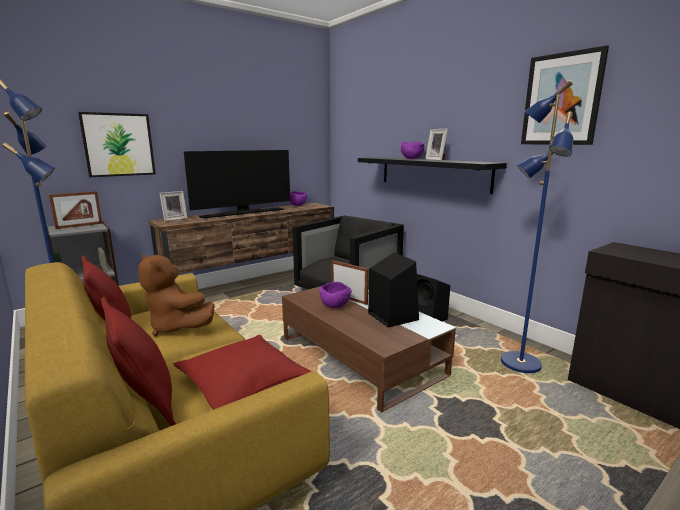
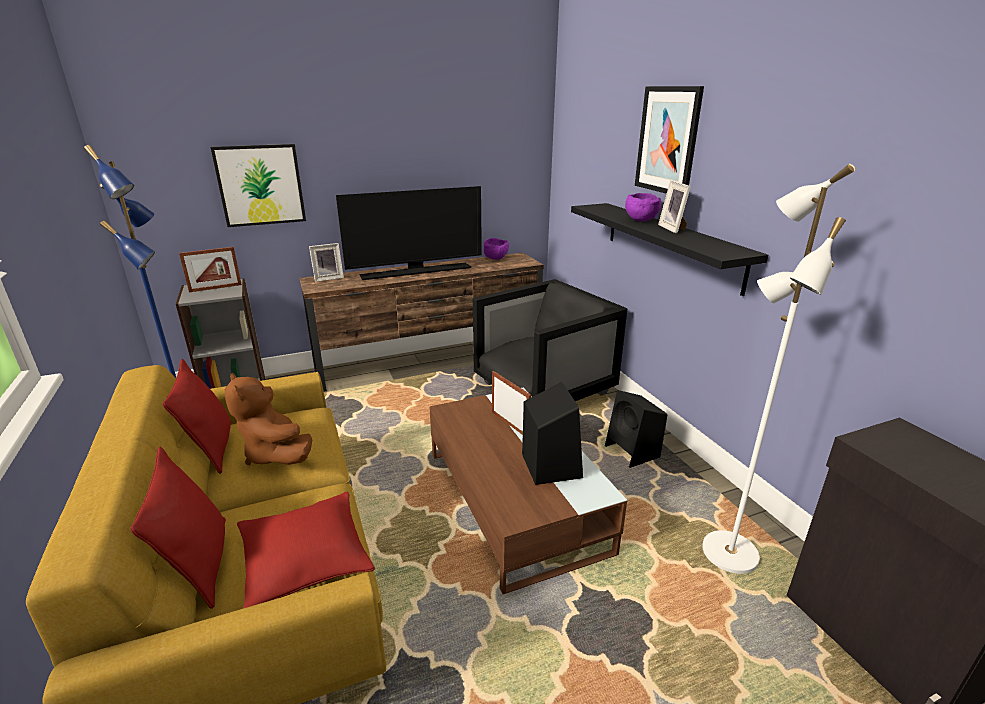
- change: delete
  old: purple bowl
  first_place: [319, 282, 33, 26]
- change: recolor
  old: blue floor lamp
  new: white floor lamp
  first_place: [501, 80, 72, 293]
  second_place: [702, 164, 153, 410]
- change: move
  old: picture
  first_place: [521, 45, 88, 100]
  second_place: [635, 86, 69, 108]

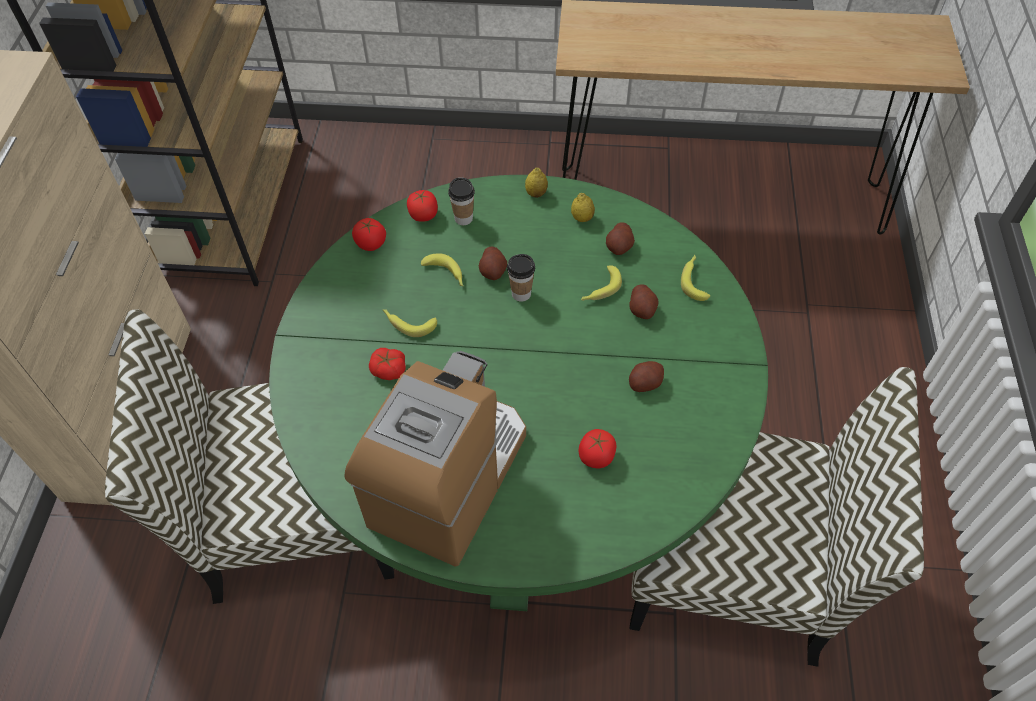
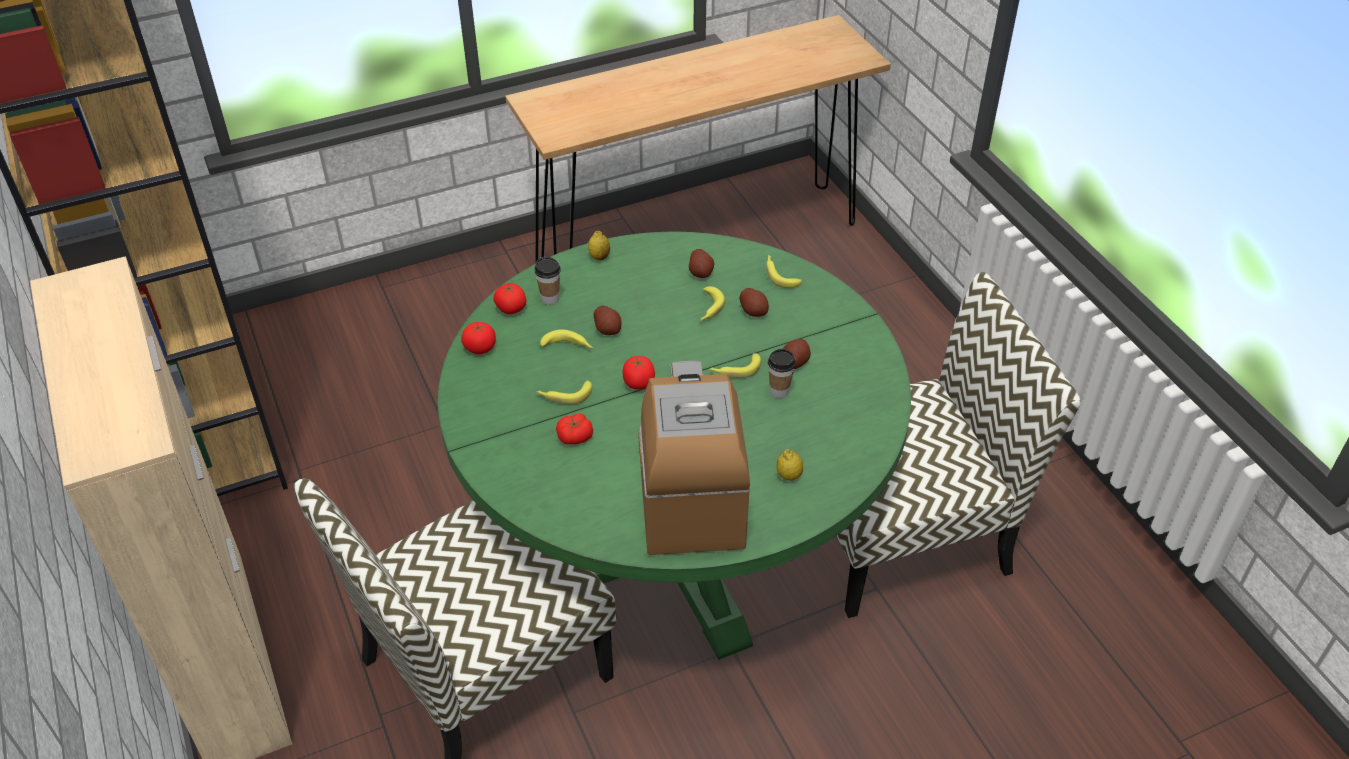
- change: move
  old: cup
  first_place: [507, 254, 28, 48]
  second_place: [768, 349, 28, 49]
- change: move
  old: lemon
  first_place: [571, 193, 24, 29]
  second_place: [777, 449, 26, 32]
- change: move
  old: tomato
  first_place: [578, 429, 38, 39]
  second_place: [623, 356, 32, 34]
- change: insert
  new: banana
  second_place: [709, 353, 52, 25]

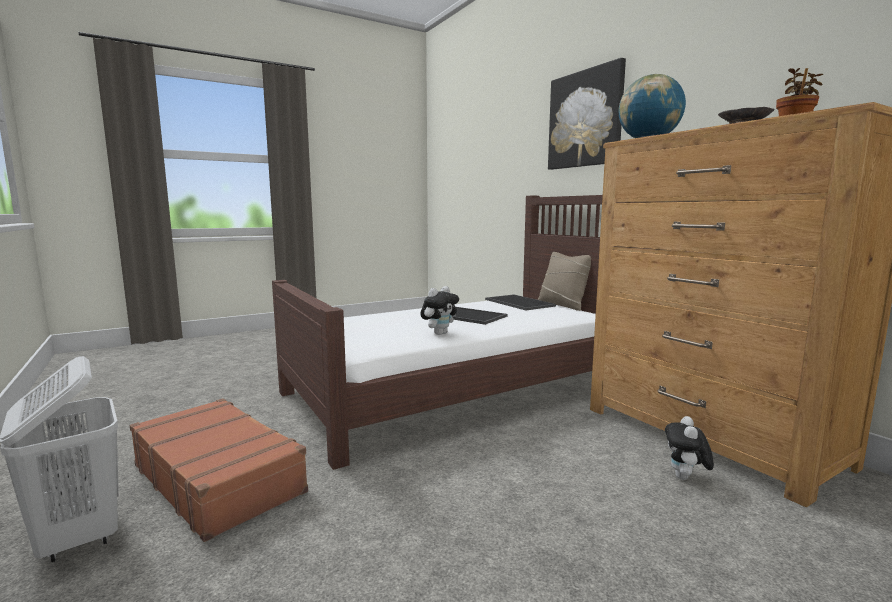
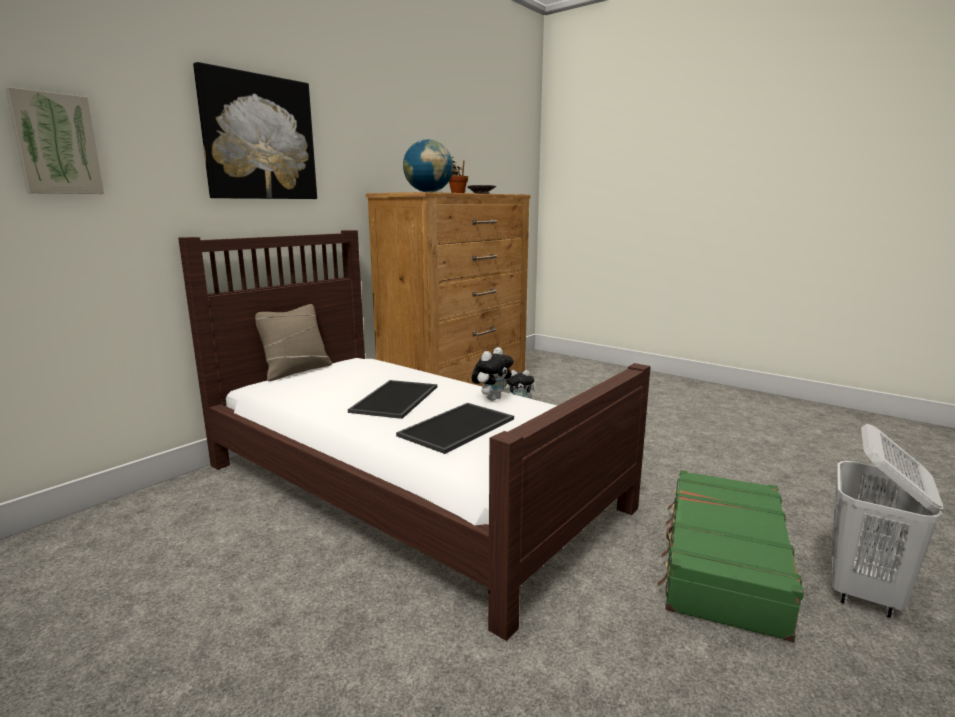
- change: recolor
  old: brown suitcase
  new: green suitcase
  first_place: [130, 398, 178, 144]
  second_place: [657, 470, 147, 172]
- change: rotate
  old: plush toy
  first_place: [420, 286, 39, 49]
  second_place: [472, 347, 42, 54]
  degrees: 105
- change: move
  old: tray
  first_place: [485, 294, 71, 16]
  second_place: [396, 403, 118, 51]
- change: insert
  new: picture
  second_place: [5, 87, 99, 107]

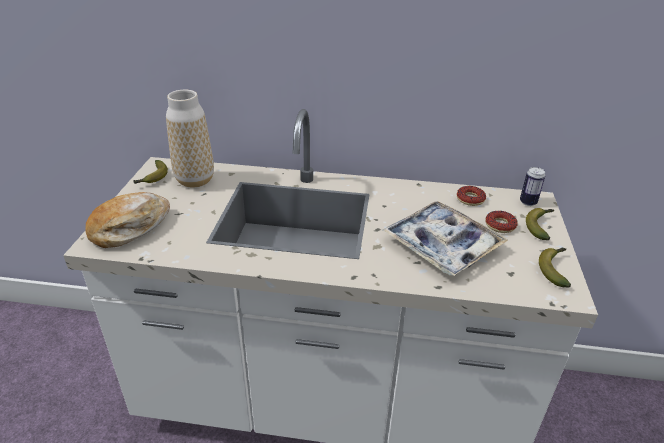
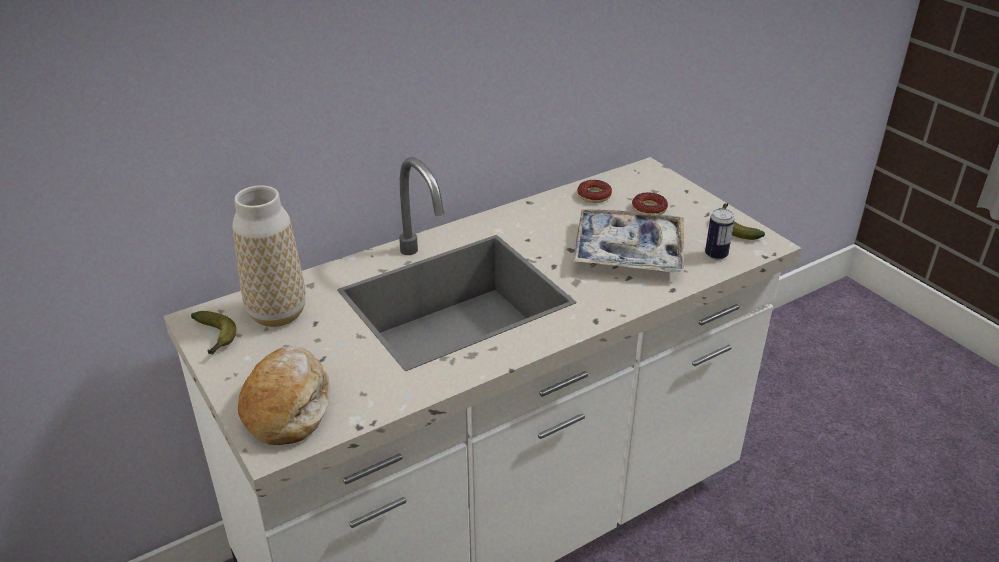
- change: move
  old: can
  first_place: [520, 167, 25, 39]
  second_place: [705, 209, 29, 51]
- change: delete
  old: banana
  first_place: [526, 208, 28, 32]

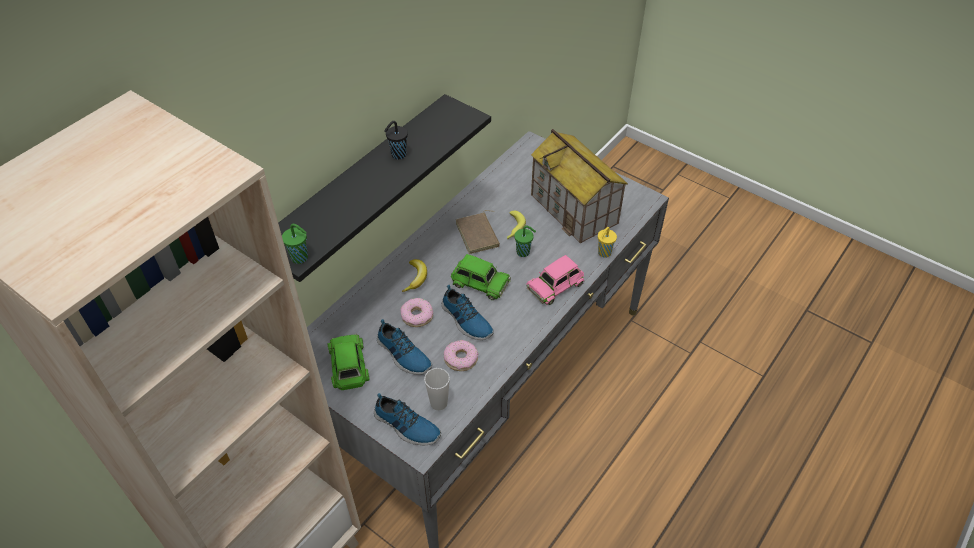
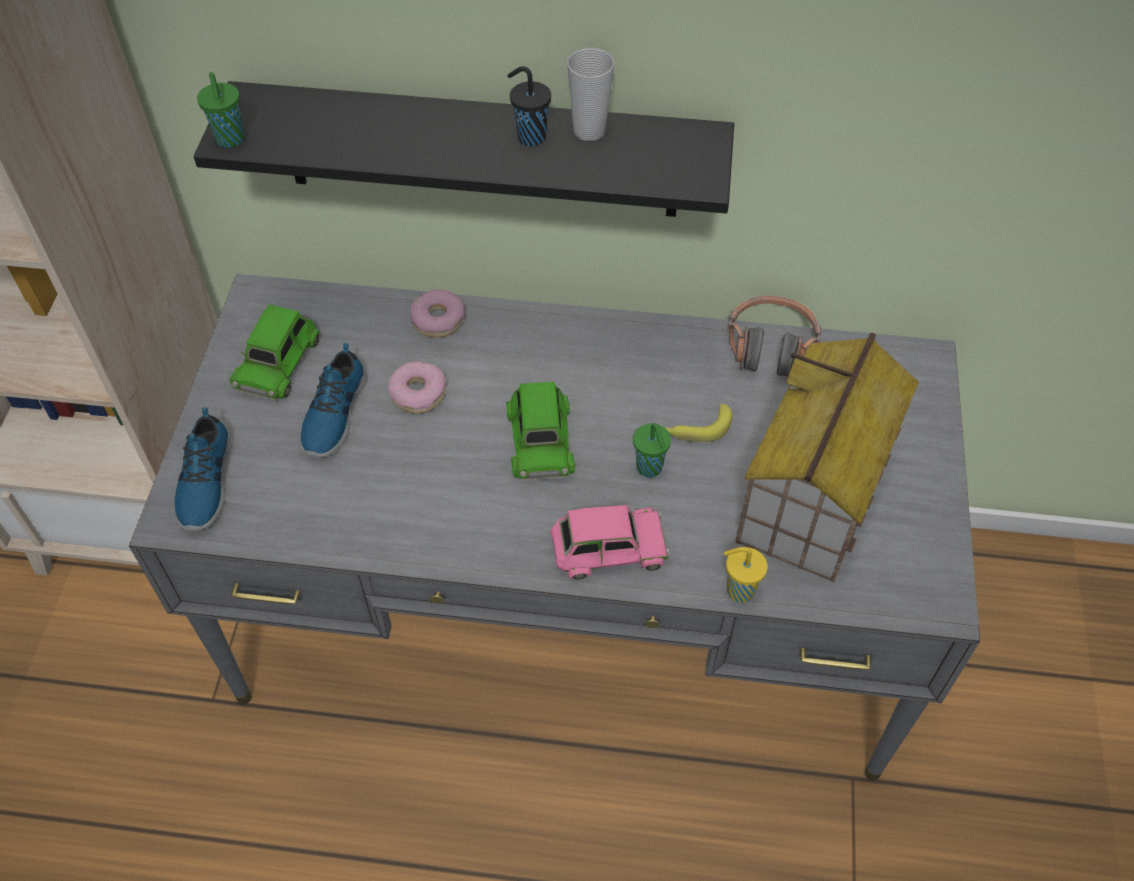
- change: rotate
  old: green toy car
  first_place: [328, 334, 42, 56]
  second_place: [230, 304, 90, 97]
  degrees: 150
- change: delete
  old: banana
  first_place: [402, 259, 25, 33]
- change: move
  old: cup
  first_place: [424, 368, 26, 42]
  second_place: [567, 48, 47, 93]
- change: delete
  old: shoe
  first_place: [441, 285, 53, 55]
- change: move
  old: donut
  first_place: [444, 340, 34, 31]
  second_place: [410, 289, 55, 49]
- change: delete
  old: brown book
  first_place: [456, 210, 44, 44]
- change: rotate
  old: pink toy car
  first_place: [526, 255, 58, 50]
  second_place: [550, 505, 120, 75]
  degrees: 150
- change: insert
  new: headphones
  second_place: [728, 295, 93, 82]

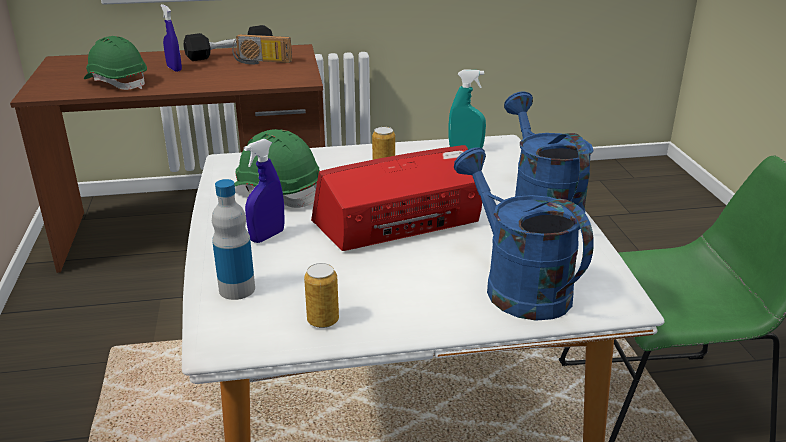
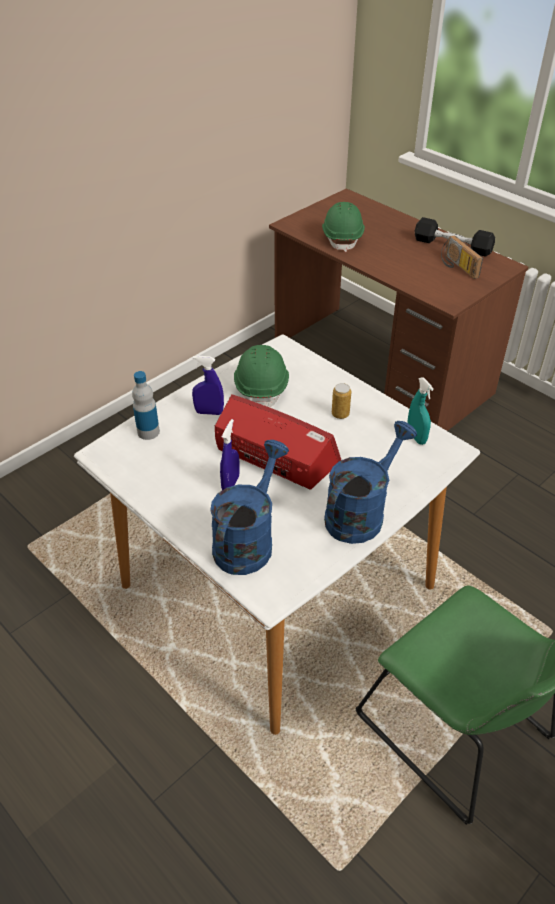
- change: move
  old: blue spray bottle
  first_place: [161, 4, 21, 68]
  second_place: [220, 419, 20, 71]
- change: delete
  old: can
  first_place: [304, 263, 35, 65]

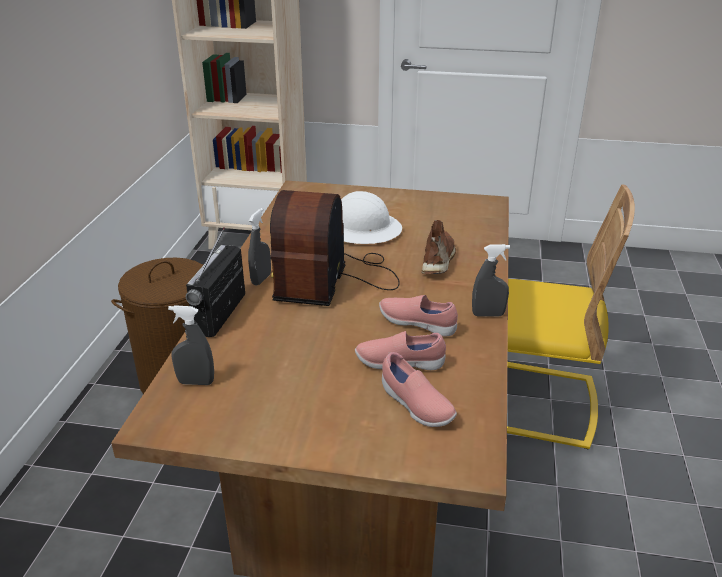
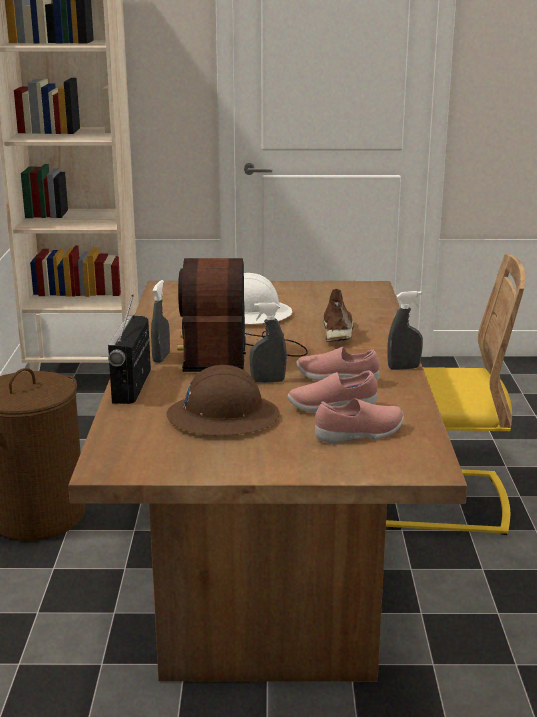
- change: move
  old: grey spray bottle
  first_place: [168, 305, 46, 80]
  second_place: [250, 303, 37, 80]
- change: rotate
  old: pink shoe
  first_place: [382, 352, 75, 75]
  second_place: [315, 398, 89, 45]
  degrees: -60
- change: insert
  new: brown hard hat
  second_place: [166, 365, 114, 71]

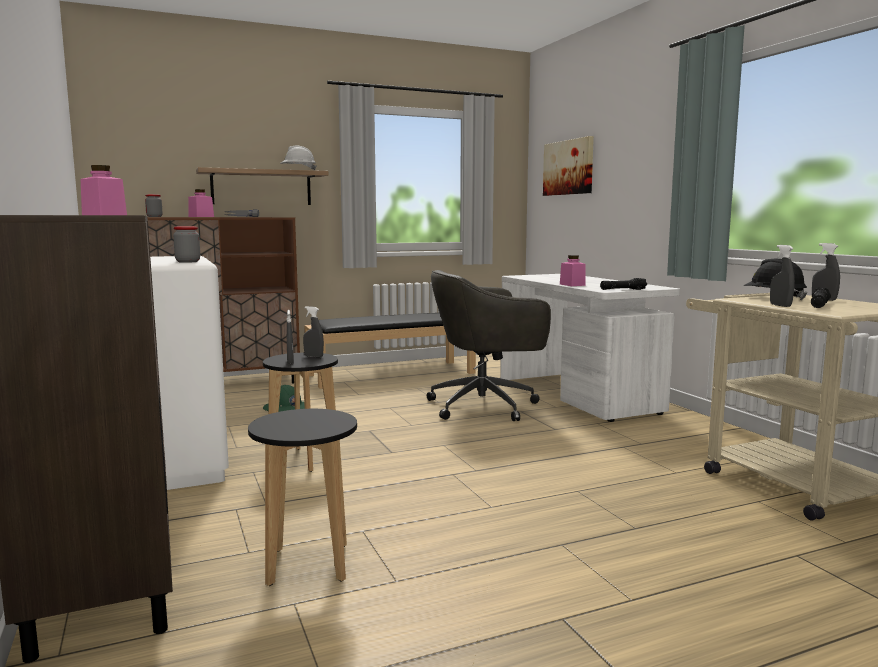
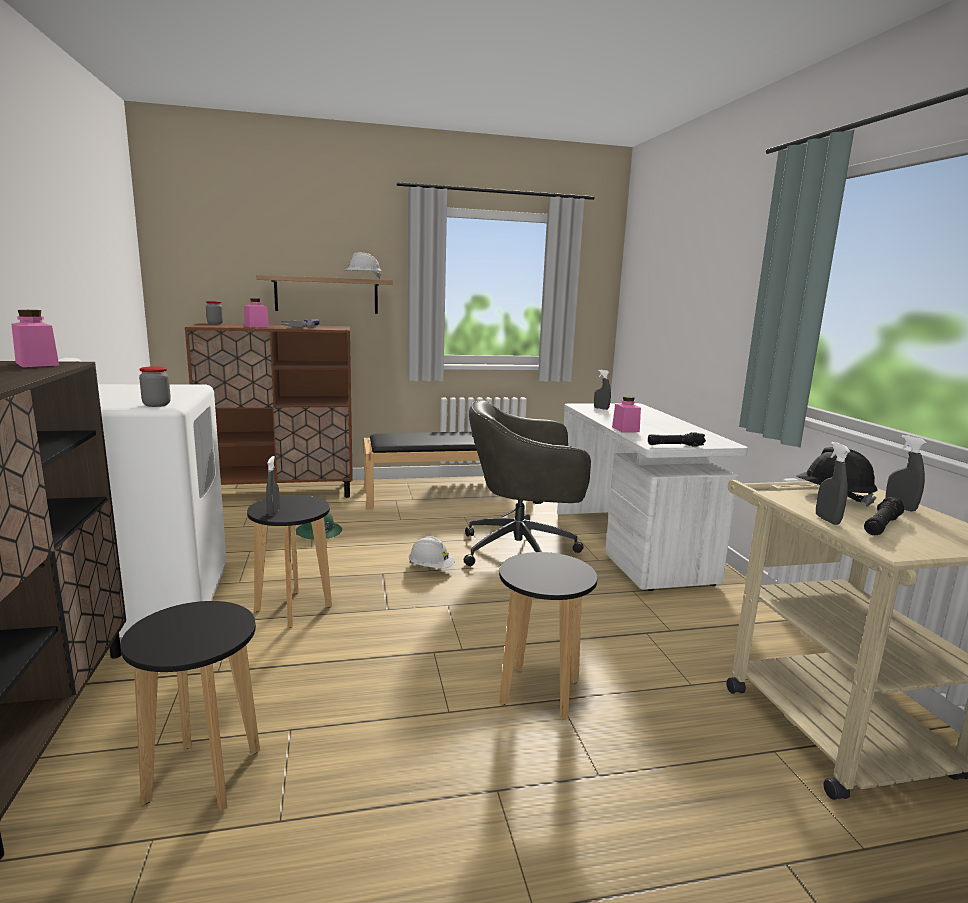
- change: move
  old: grey spray bottle
  first_place: [303, 306, 21, 52]
  second_place: [594, 370, 17, 40]
- change: delete
  old: picture
  first_place: [543, 136, 51, 60]
- change: insert
  new: white hard hat
  second_place: [409, 536, 46, 33]
- change: insert
  new: black stool
  second_place: [499, 552, 99, 168]

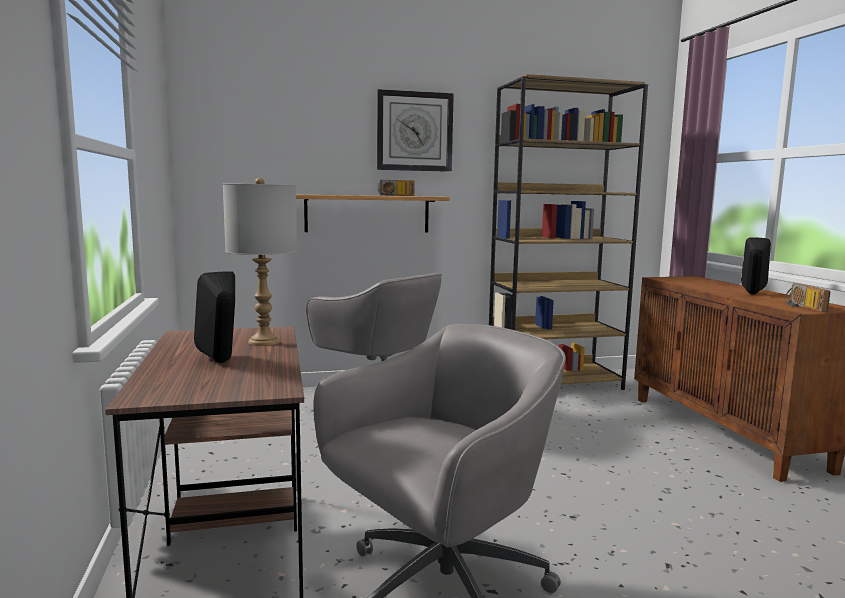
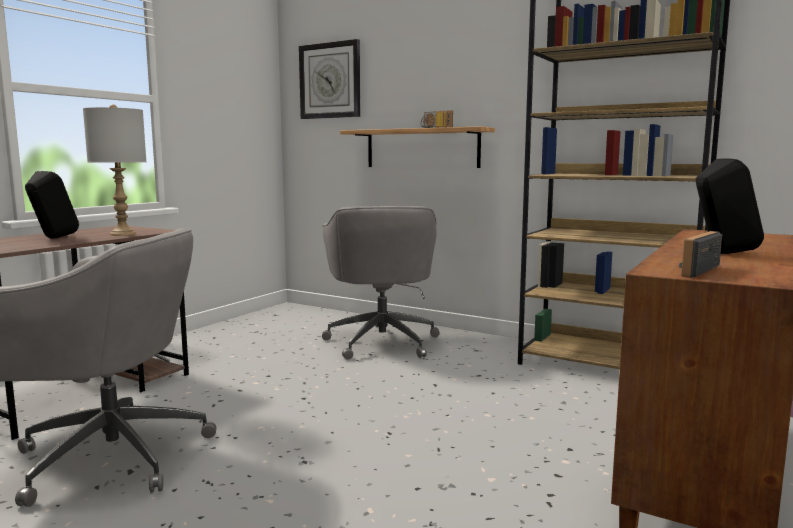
- change: move
  old: wall clock
  first_place: [377, 89, 77, 83]
  second_place: [299, 39, 62, 80]

